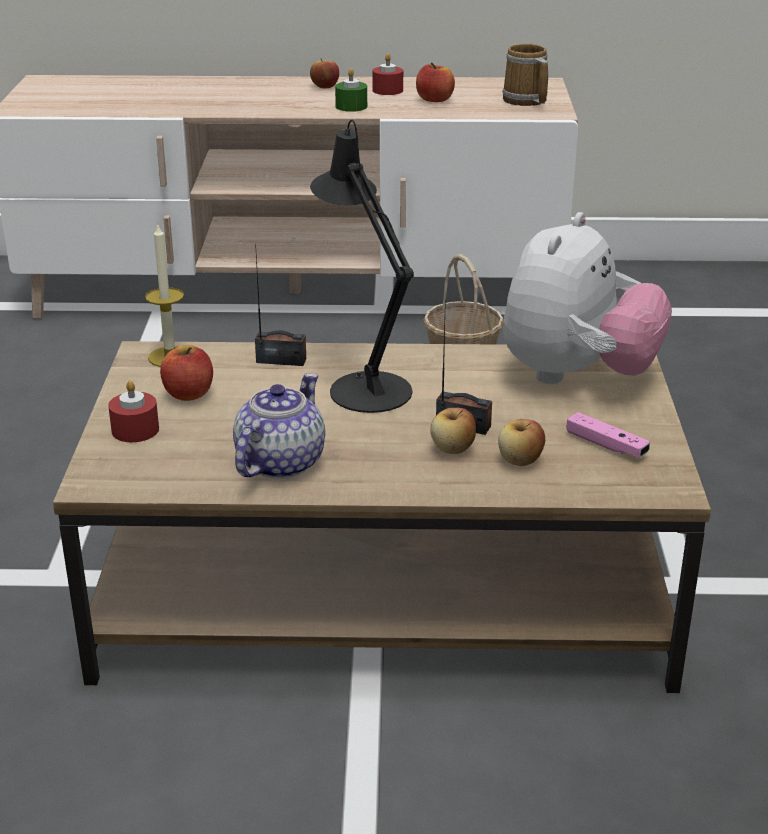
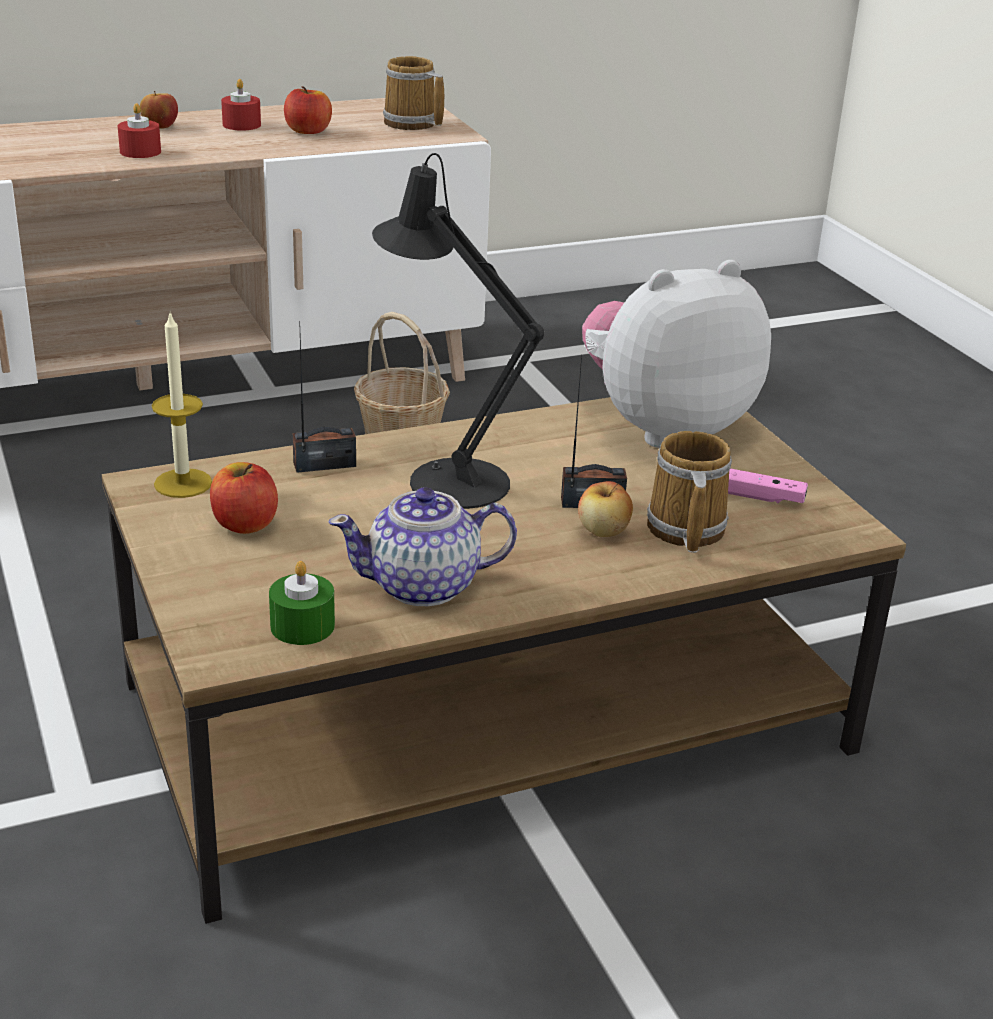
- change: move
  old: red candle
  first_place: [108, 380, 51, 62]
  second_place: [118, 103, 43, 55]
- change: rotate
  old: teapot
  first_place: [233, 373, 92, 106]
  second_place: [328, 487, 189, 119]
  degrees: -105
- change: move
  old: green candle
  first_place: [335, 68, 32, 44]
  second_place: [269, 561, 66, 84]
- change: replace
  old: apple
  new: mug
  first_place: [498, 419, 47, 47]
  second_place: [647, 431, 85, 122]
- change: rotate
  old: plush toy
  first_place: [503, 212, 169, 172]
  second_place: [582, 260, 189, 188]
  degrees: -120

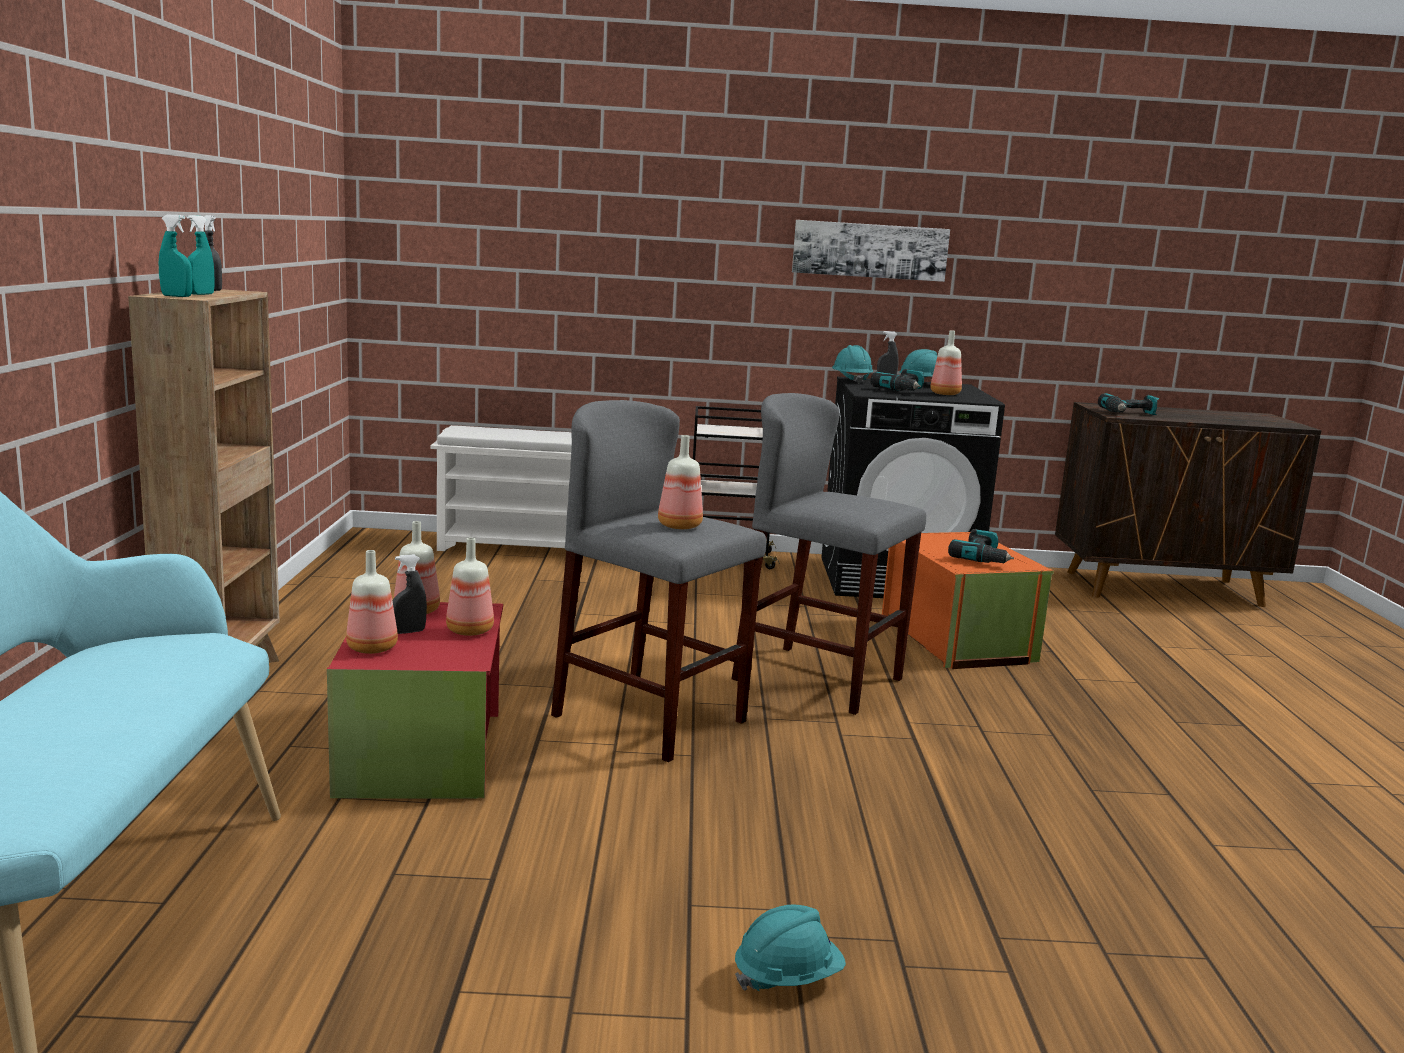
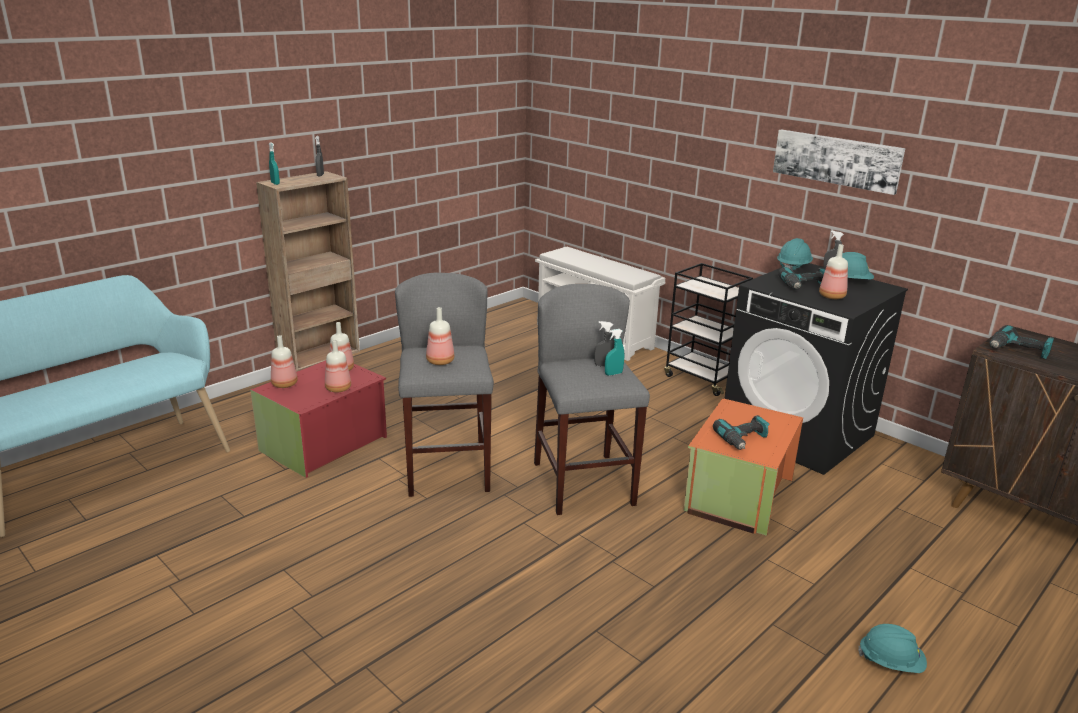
- change: move
  old: turquoise spray bottle
  first_place: [187, 215, 28, 80]
  second_place: [605, 329, 19, 47]
- change: move
  old: grey spray bottle
  first_place: [393, 555, 34, 79]
  second_place: [594, 321, 20, 46]
- change: move
  old: turquoise hard hat
  first_place: [735, 905, 111, 87]
  second_place: [858, 624, 69, 49]

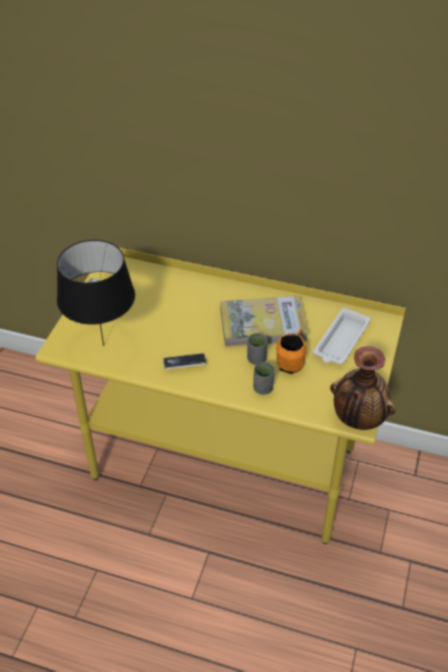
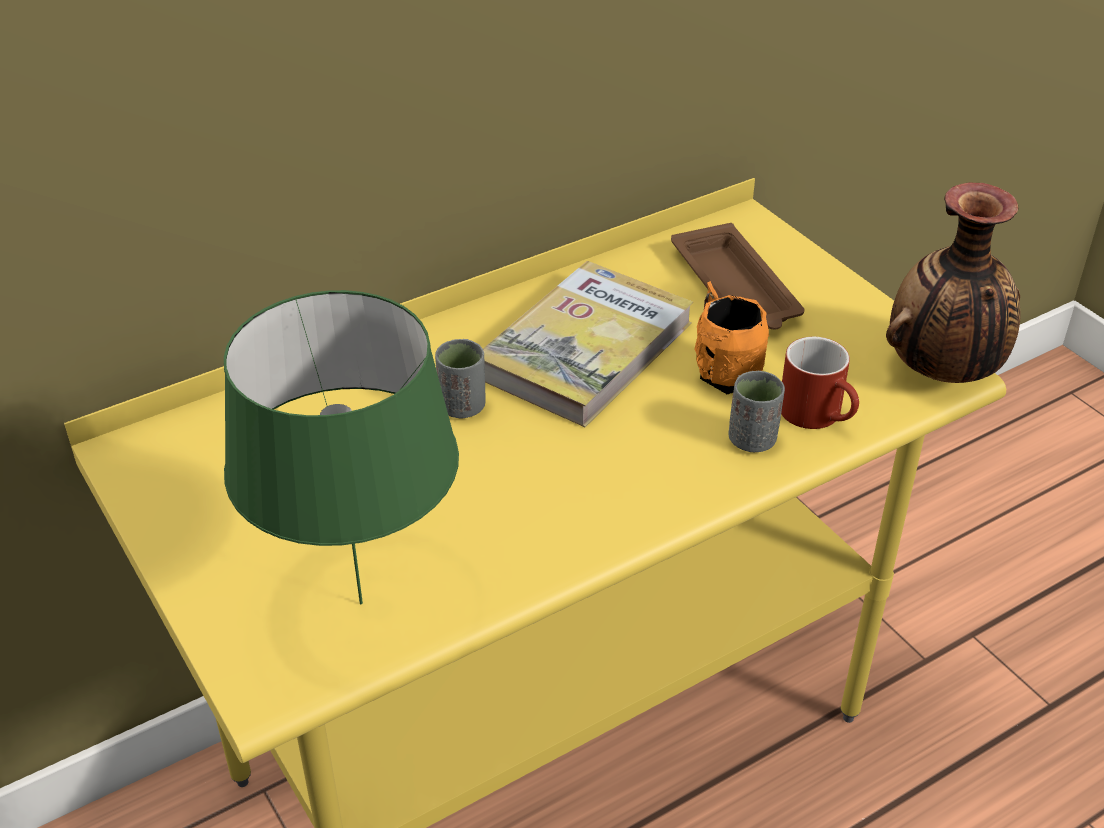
- change: recolor
  old: black table lamp
  new: green table lamp
  first_place: [57, 240, 78, 106]
  second_place: [224, 290, 235, 314]
- change: delete
  old: phone
  first_place: [163, 353, 44, 16]
- change: move
  old: grey cup
  first_place: [247, 333, 20, 32]
  second_place: [435, 339, 51, 79]
- change: recolor
  old: white tray
  new: brown tray
  first_place: [313, 307, 58, 58]
  second_place: [671, 223, 134, 106]
- change: insert
  new: red mug
  second_place: [781, 337, 78, 92]

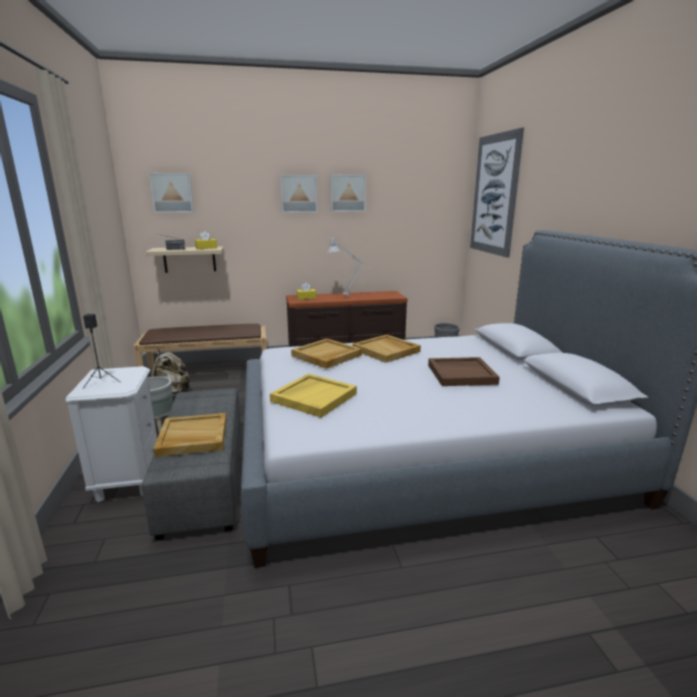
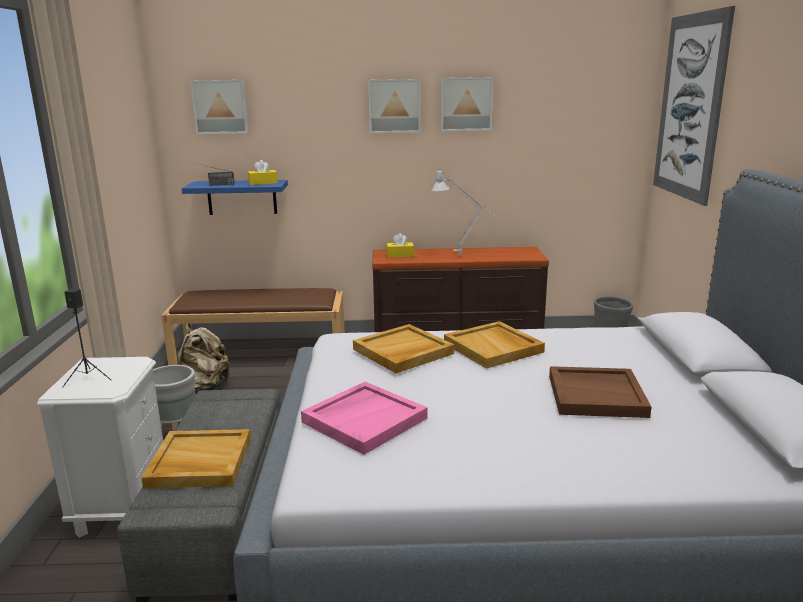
- change: recolor
  old: beige shelf
  new: blue shelf
  first_place: [146, 246, 78, 27]
  second_place: [182, 180, 106, 35]
- change: recolor
  old: yellow tray
  new: pink tray
  first_place: [270, 374, 87, 44]
  second_place: [301, 382, 126, 73]

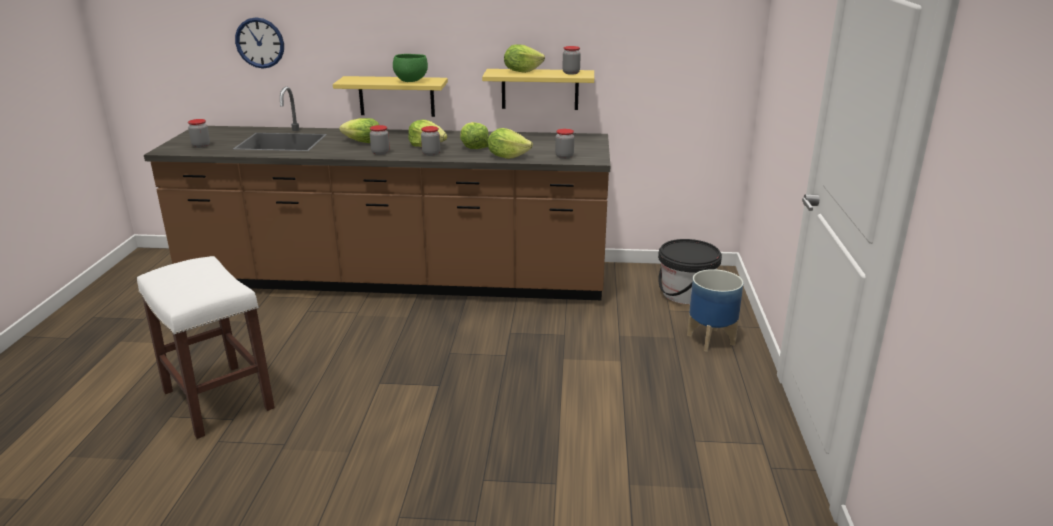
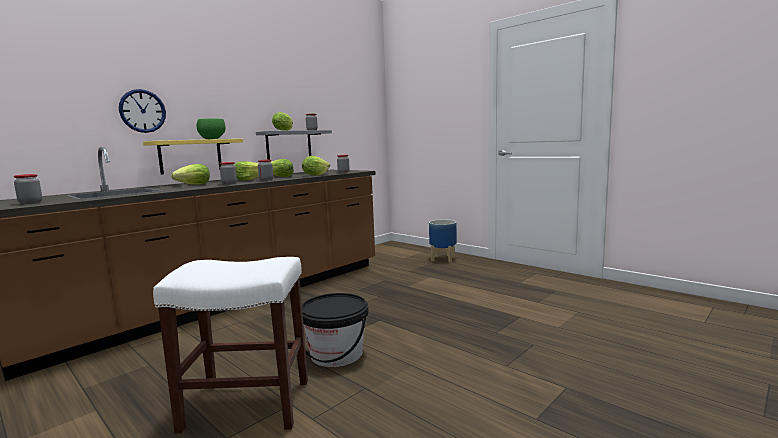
- change: move
  old: wall clock
  first_place: [235, 17, 49, 51]
  second_place: [119, 89, 47, 44]
- change: recolor
  old: yellow shelf
  new: grey shelf
  first_place: [482, 69, 112, 41]
  second_place: [256, 130, 76, 30]
- change: move
  old: black bucket
  first_place: [658, 239, 64, 65]
  second_place: [302, 293, 66, 74]

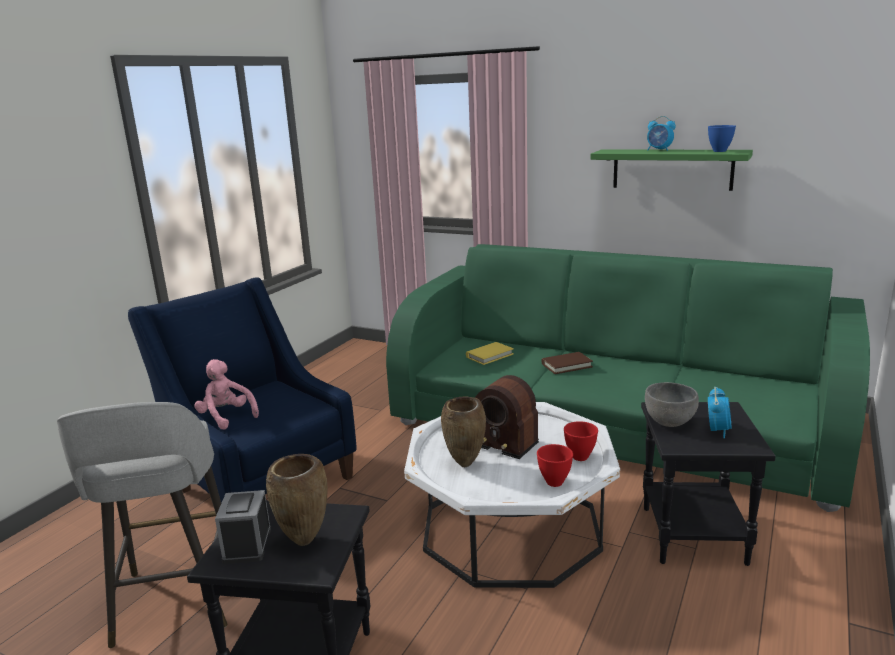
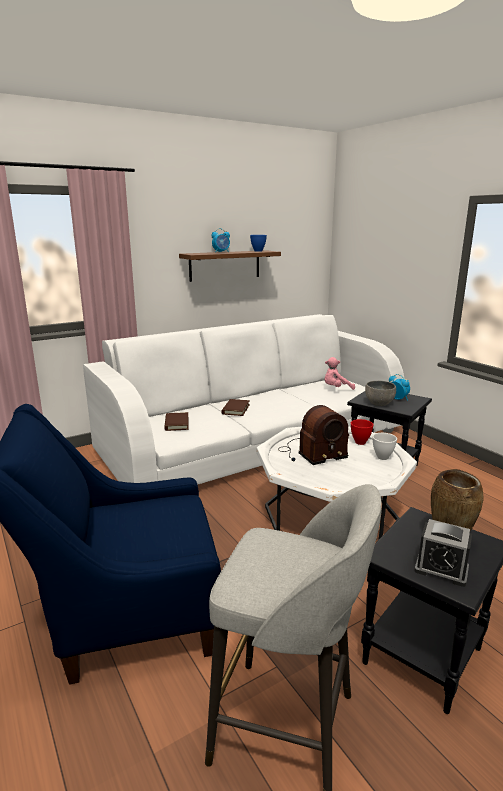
- change: move
  old: pink plush toy
  first_place: [194, 359, 65, 71]
  second_place: [324, 357, 31, 33]
- change: recolor
  old: green sofa
  new: white sofa
  first_place: [386, 244, 484, 268]
  second_place: [83, 314, 321, 171]
- change: delete
  old: brown vase
  first_place: [441, 396, 45, 71]
- change: recolor
  old: yellow book
  new: brown book
  first_place: [466, 342, 48, 23]
  second_place: [164, 412, 24, 19]
- change: recolor
  old: red bowl
  new: white bowl
  first_place: [537, 444, 36, 43]
  second_place: [373, 433, 24, 27]
- change: recolor
  old: green shelf
  new: brown shelf
  first_place: [590, 150, 163, 41]
  second_place: [179, 250, 102, 32]

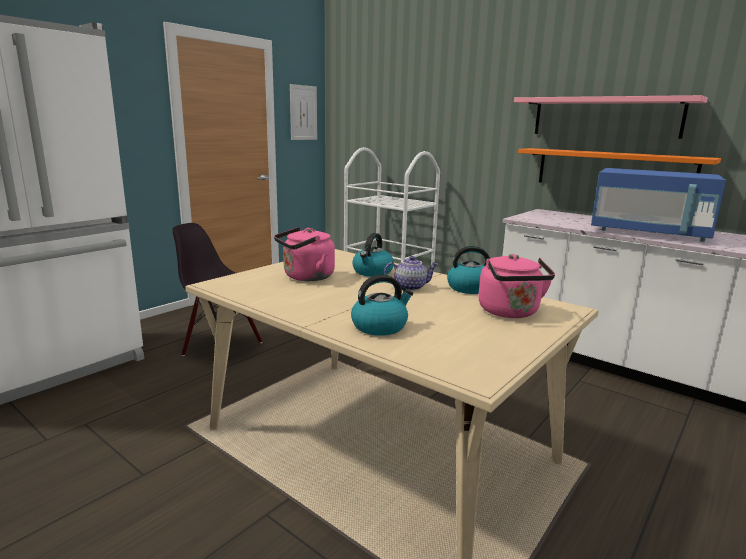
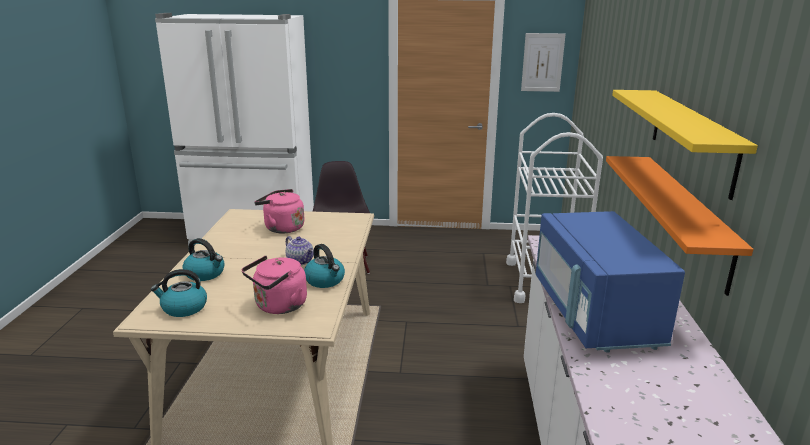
- change: move
  old: kettle
  first_place: [352, 233, 42, 44]
  second_place: [151, 269, 56, 48]
- change: recolor
  old: pink shelf
  new: yellow shelf
  first_place: [514, 95, 194, 44]
  second_place: [612, 90, 146, 110]

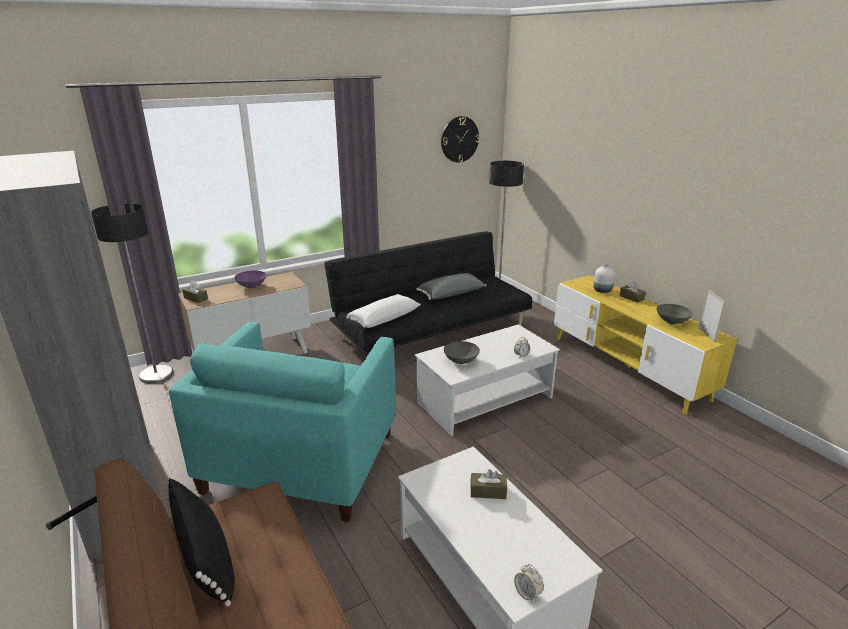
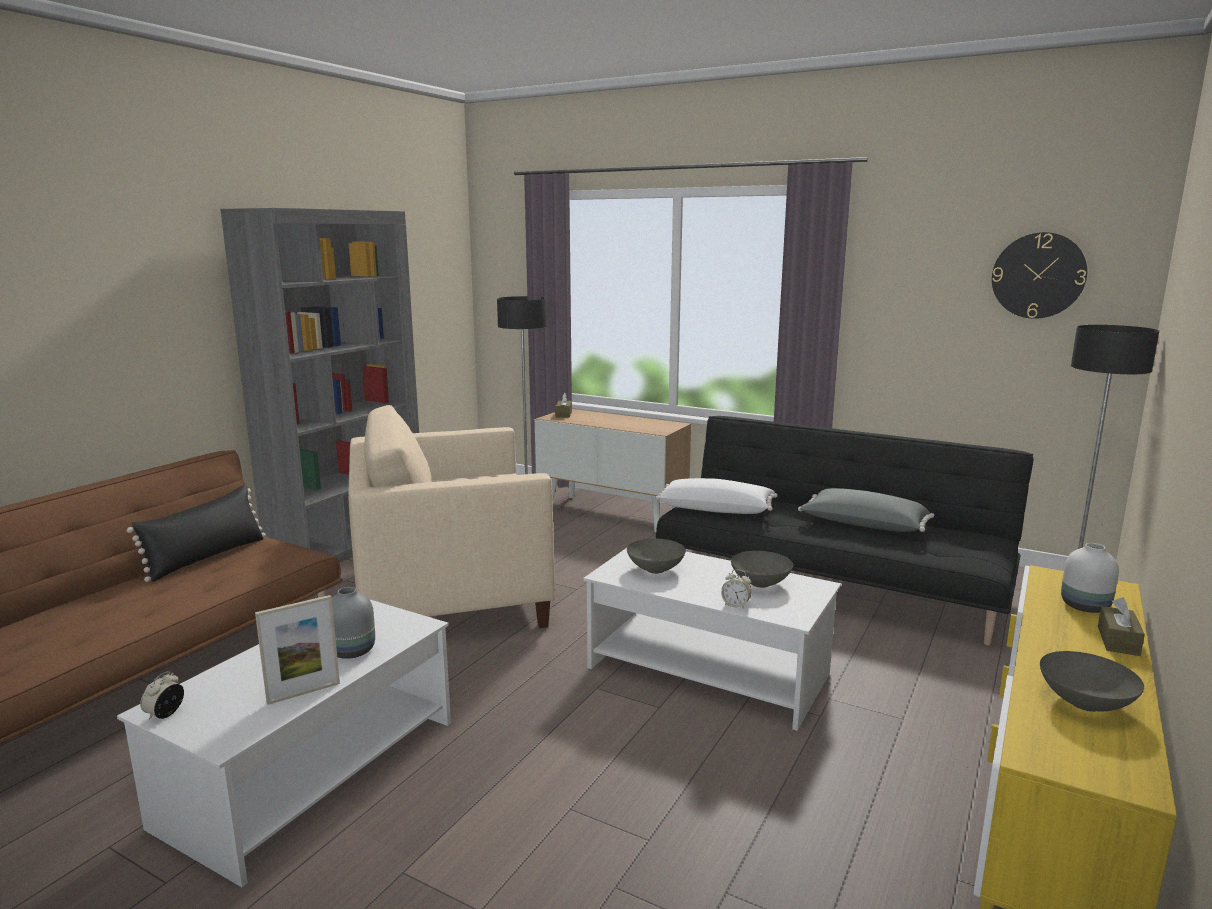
- change: recolor
  old: turquoise armchair
  new: beige armchair
  first_place: [169, 322, 227, 200]
  second_place: [348, 405, 207, 223]
- change: delete
  old: purple bowl
  first_place: [234, 271, 32, 18]
- change: replace
  old: brown tissue box
  new: grey vase
  first_place: [470, 469, 37, 30]
  second_place: [332, 587, 43, 72]
- change: move
  old: picture frame
  first_place: [699, 290, 27, 52]
  second_place: [255, 595, 85, 110]
- change: insert
  new: grey bowl
  second_place: [731, 551, 62, 37]

